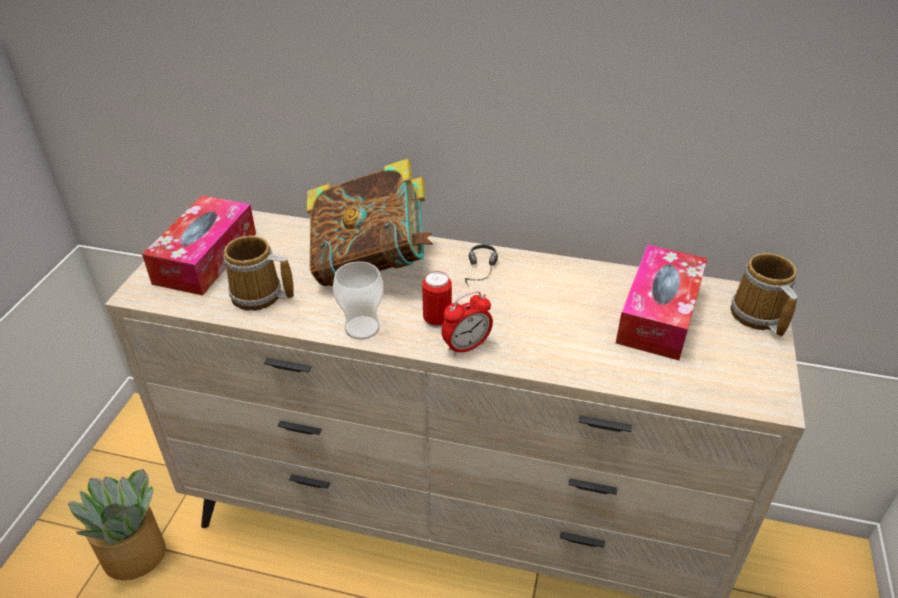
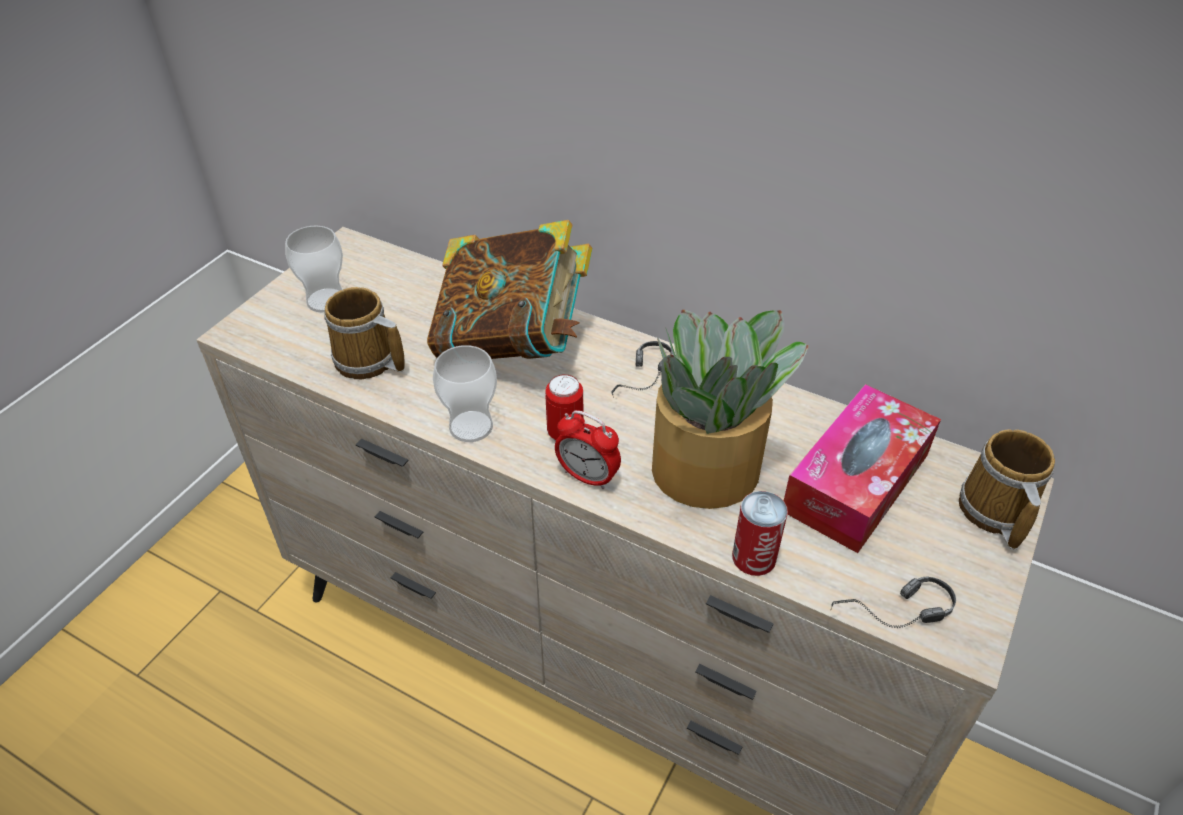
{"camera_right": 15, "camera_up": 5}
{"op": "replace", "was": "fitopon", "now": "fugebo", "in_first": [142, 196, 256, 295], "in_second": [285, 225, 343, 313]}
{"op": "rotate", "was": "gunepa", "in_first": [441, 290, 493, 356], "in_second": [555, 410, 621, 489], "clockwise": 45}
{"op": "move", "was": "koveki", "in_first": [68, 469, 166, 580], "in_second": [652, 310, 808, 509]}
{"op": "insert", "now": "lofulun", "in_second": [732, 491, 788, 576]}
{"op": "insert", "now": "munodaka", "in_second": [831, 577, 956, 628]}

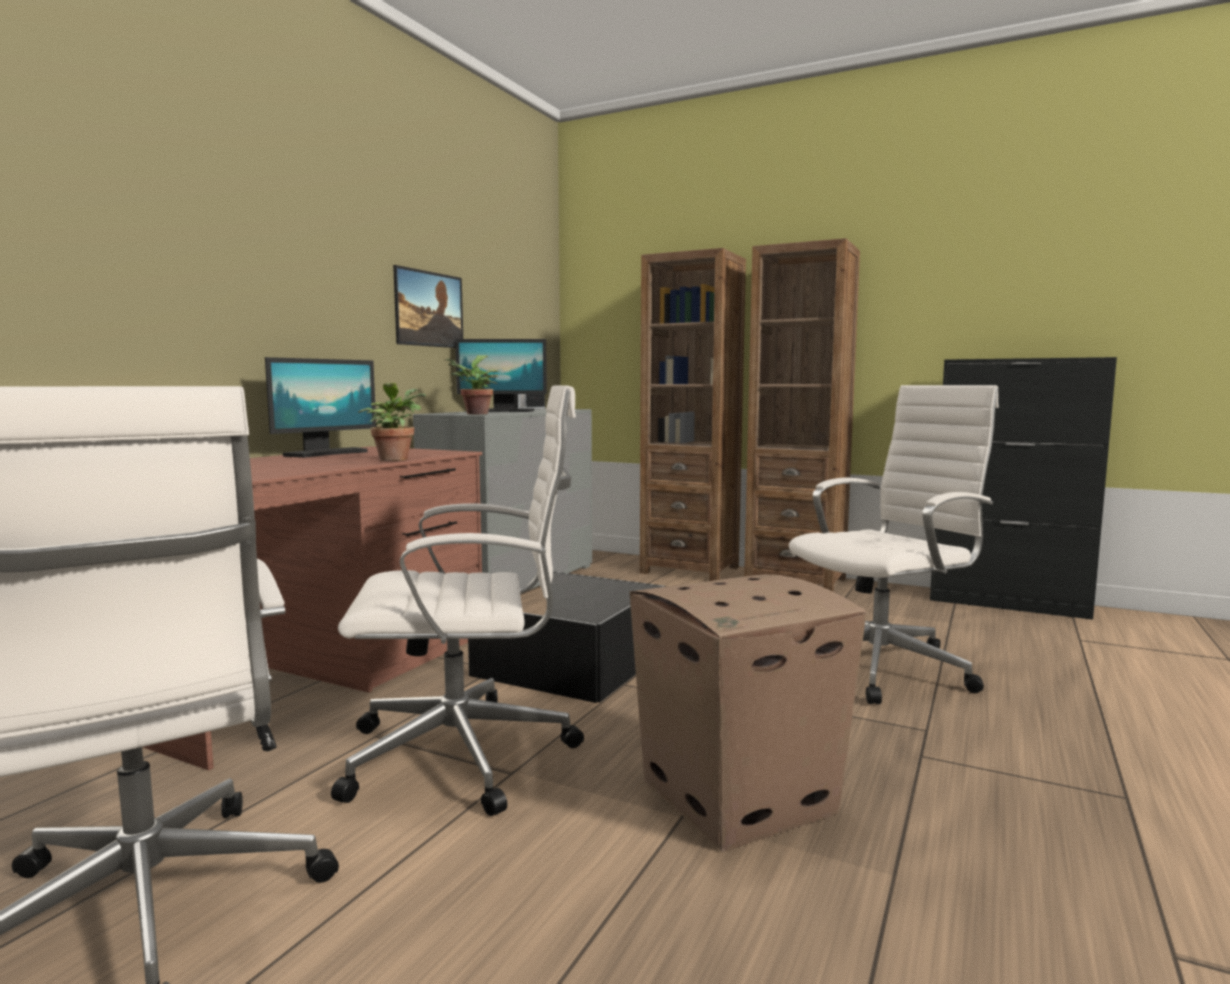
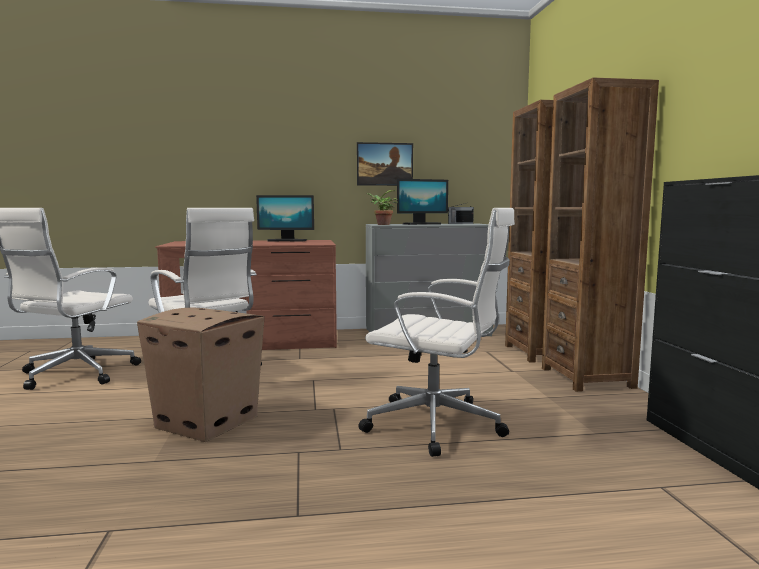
{"camera_right": 55, "camera_up": 0}
{"op": "rotate", "was": "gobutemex", "in_first": [455, 339, 547, 412], "in_second": [397, 179, 448, 225], "clockwise": -75}
{"op": "delete", "was": "koveki", "in_first": [358, 383, 426, 461]}
{"op": "delete", "was": "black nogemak", "in_first": [468, 571, 666, 703]}

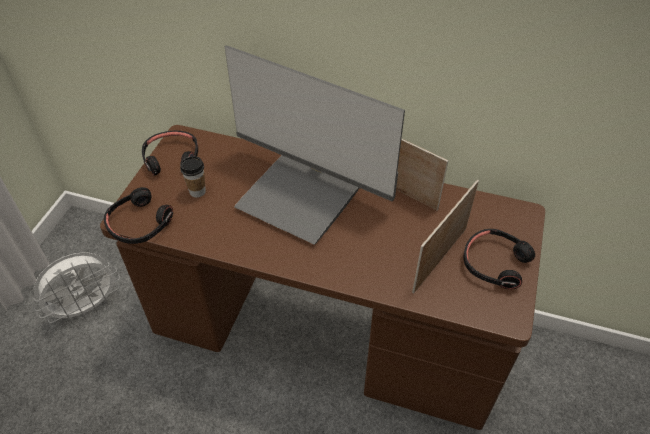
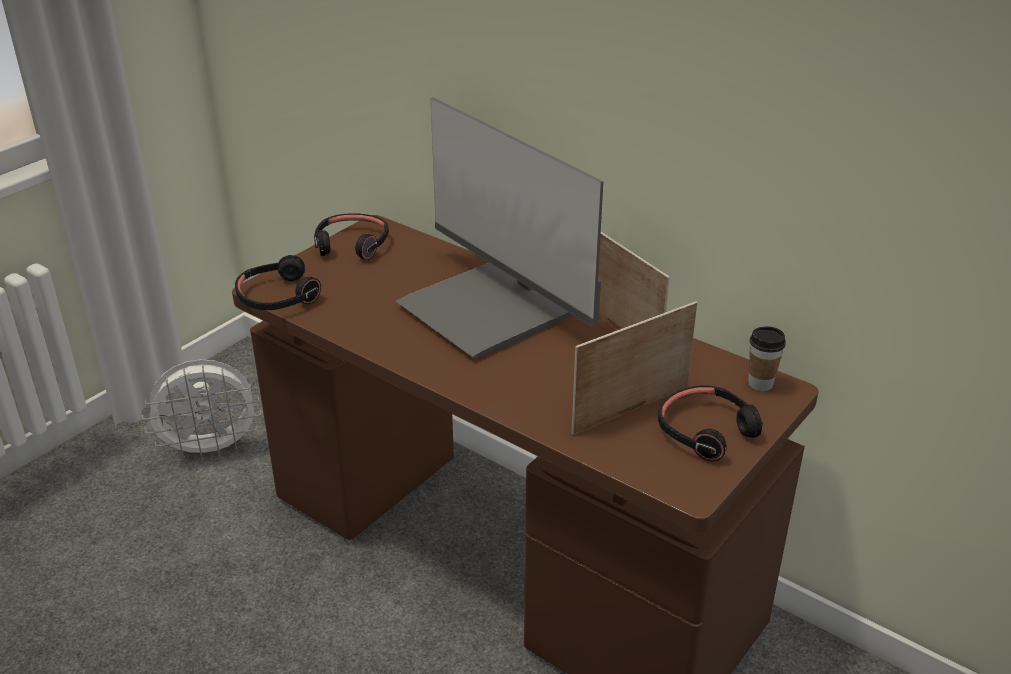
{"camera_right": 20, "camera_up": -15}
{"op": "move", "was": "fugebo", "in_first": [180, 156, 206, 198], "in_second": [748, 326, 786, 391]}

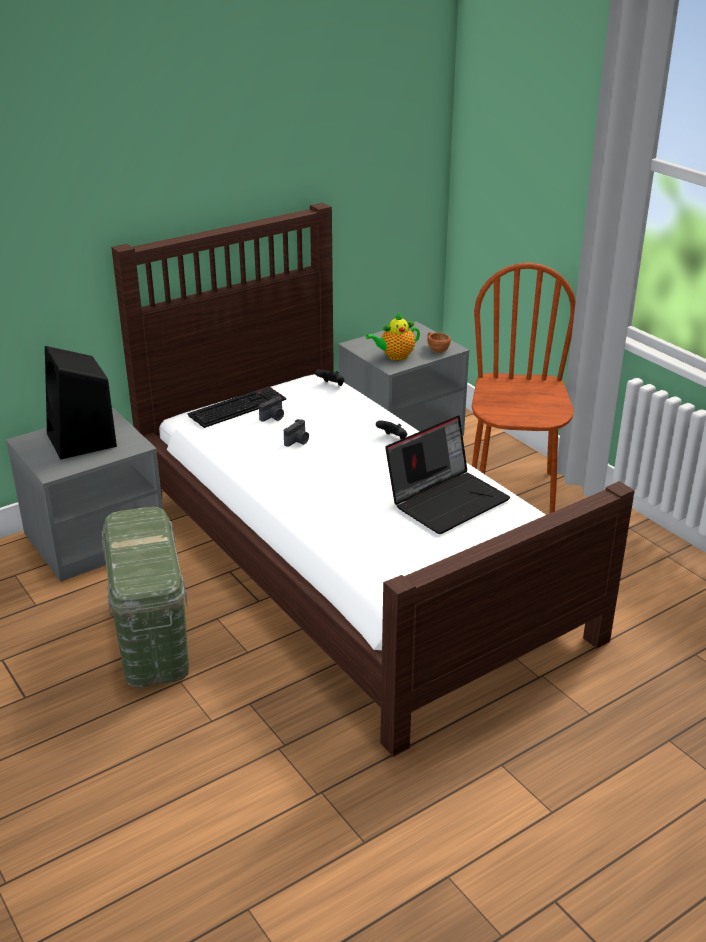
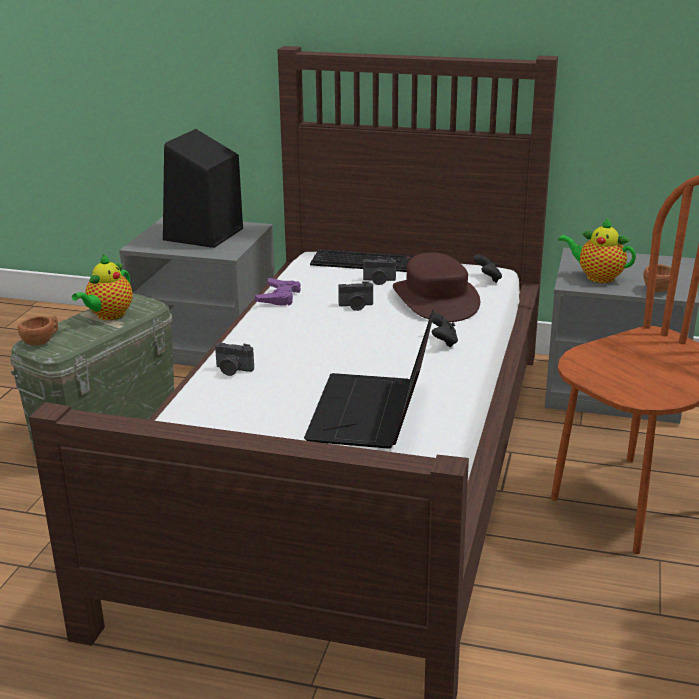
{"camera_right": 50, "camera_up": -5}
{"op": "insert", "now": "brown fugebo", "in_second": [18, 315, 58, 346]}
{"op": "insert", "now": "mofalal", "in_second": [72, 254, 133, 320]}
{"op": "insert", "now": "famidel", "in_second": [215, 342, 254, 376]}
{"op": "insert", "now": "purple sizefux", "in_second": [255, 278, 301, 306]}
{"op": "rotate", "was": "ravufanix", "in_first": [385, 415, 510, 534], "in_second": [304, 309, 435, 449], "clockwise": 90}
{"op": "insert", "now": "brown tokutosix", "in_second": [393, 252, 480, 322]}

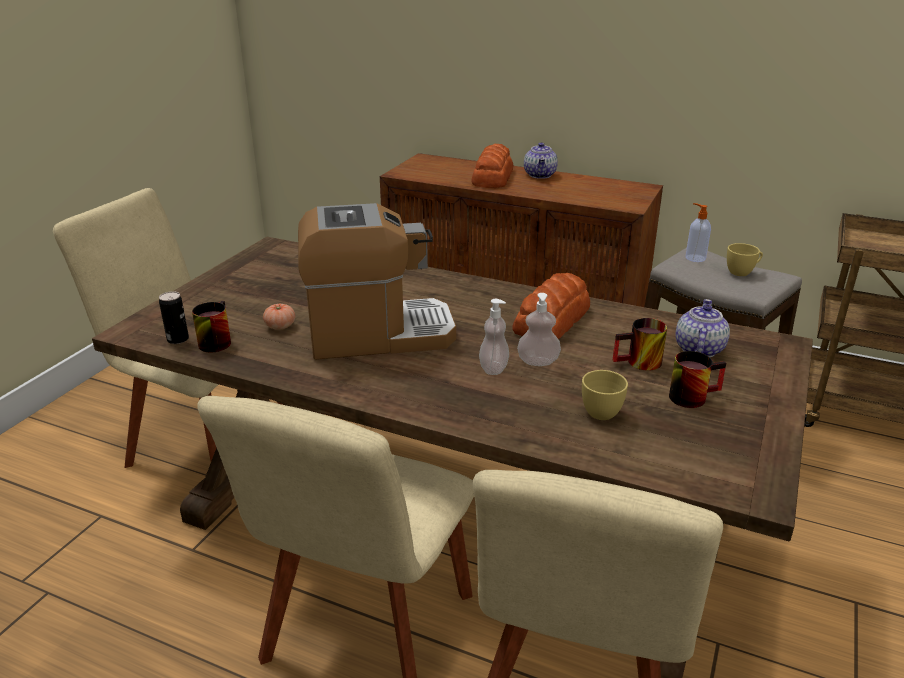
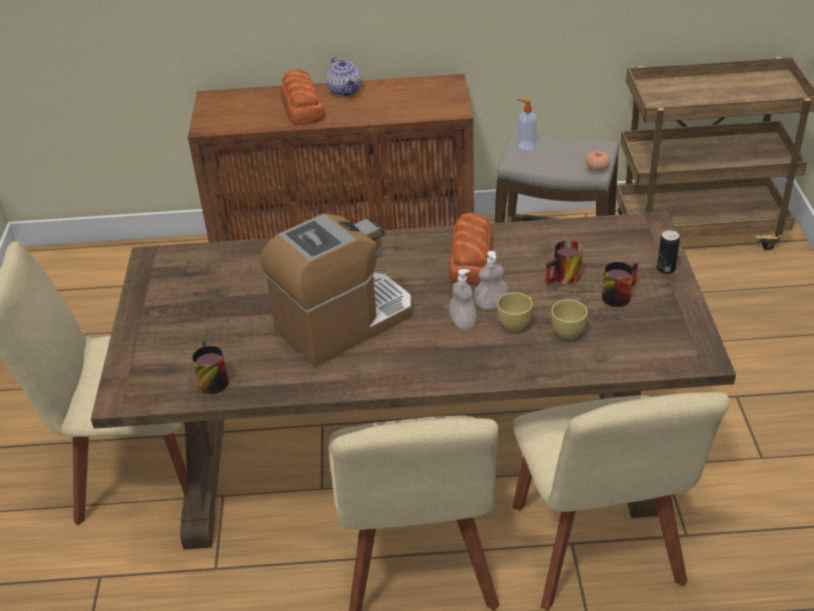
{"camera_right": -25, "camera_up": 10}
{"op": "move", "was": "yellow fugebo", "in_first": [727, 243, 763, 276], "in_second": [497, 292, 533, 332]}
{"op": "move", "was": "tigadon", "in_first": [263, 304, 295, 330], "in_second": [586, 151, 610, 171]}
{"op": "move", "was": "lofulun", "in_first": [159, 291, 189, 344], "in_second": [657, 230, 680, 274]}
{"op": "delete", "was": "mofalal", "in_first": [675, 299, 730, 357]}

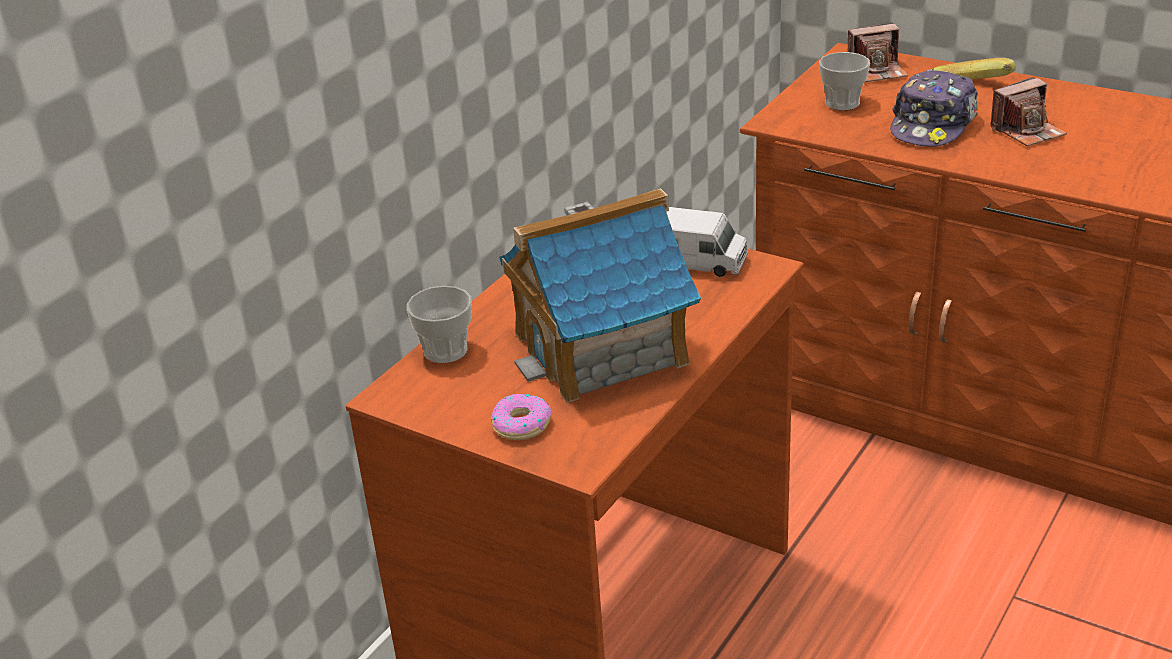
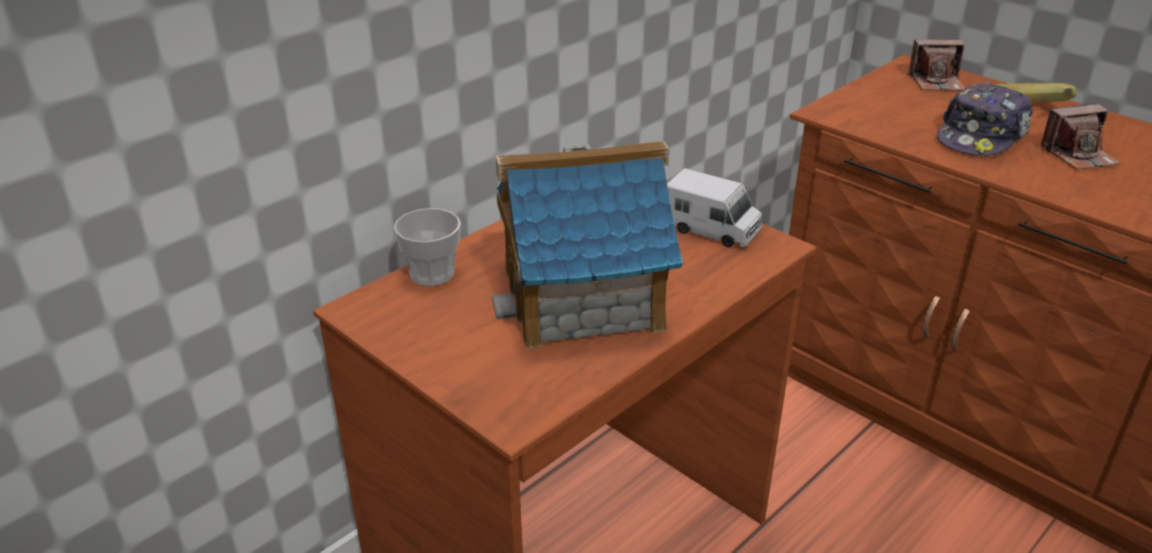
{"camera_right": 10, "camera_up": 0}
{"op": "delete", "was": "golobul", "in_first": [491, 394, 551, 440]}
{"op": "delete", "was": "fugebo", "in_first": [819, 52, 870, 110]}

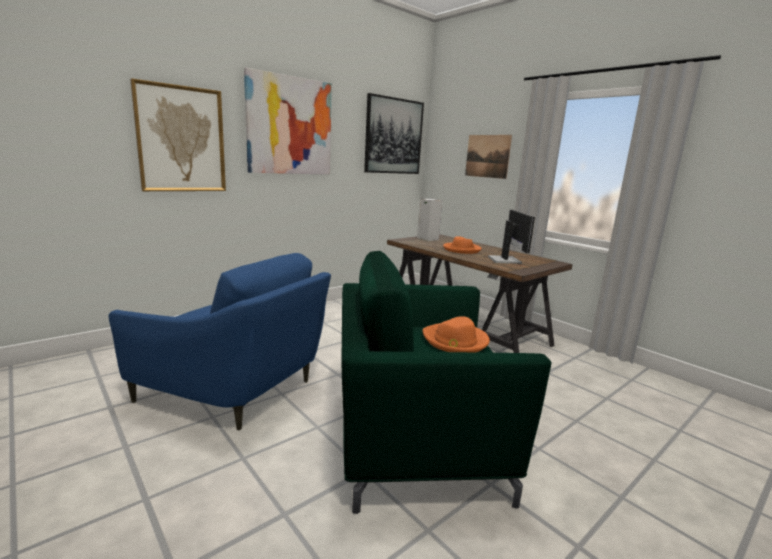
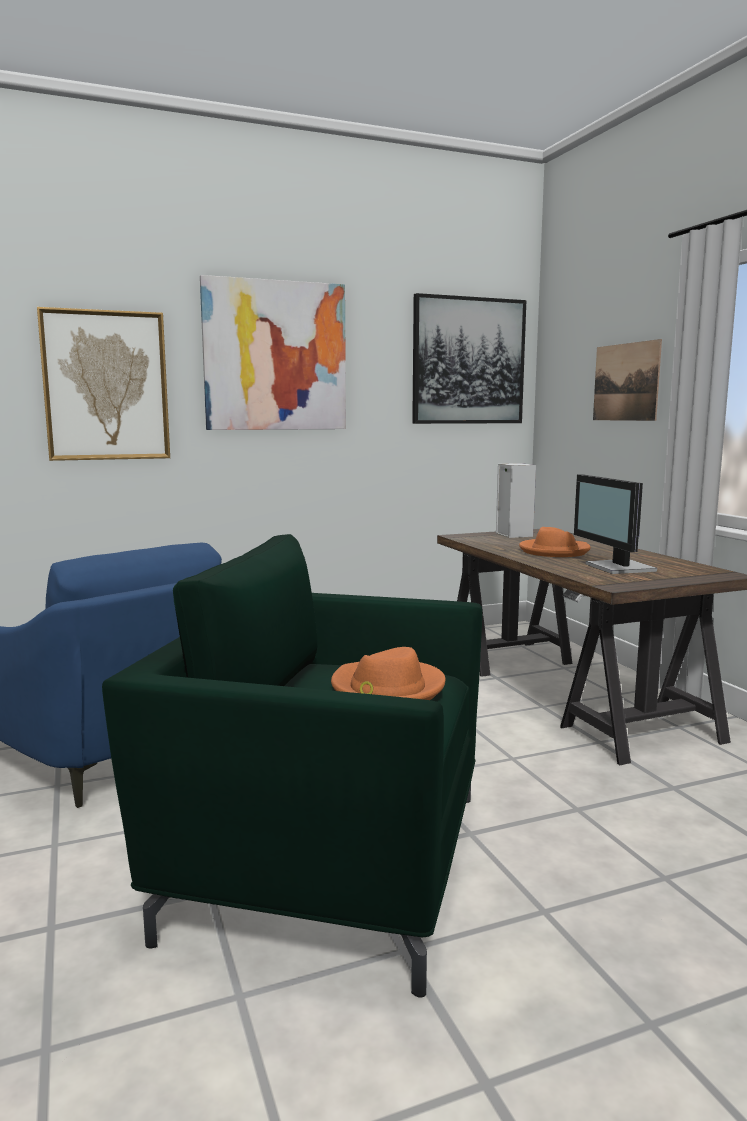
{"camera_right": 20, "camera_up": -5}
{"op": "rotate", "was": "gobutemex", "in_first": [488, 210, 535, 264], "in_second": [574, 474, 657, 574], "clockwise": 150}

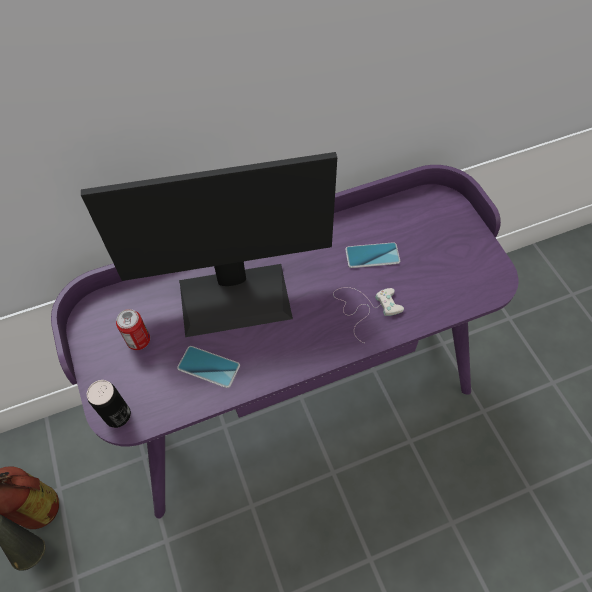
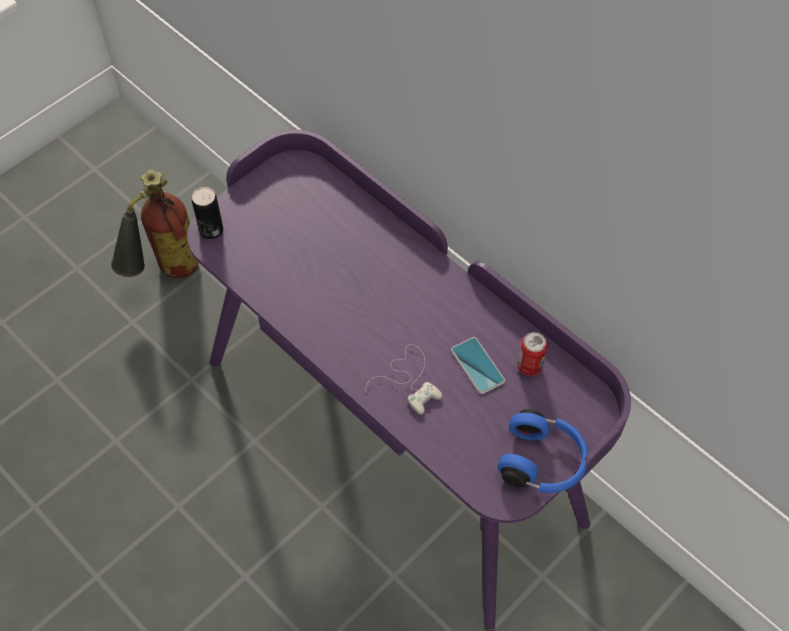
{"camera_right": 65, "camera_up": 0}
{"op": "insert", "now": "blue munodaka", "in_second": [498, 409, 589, 493]}
{"op": "move", "was": "lofulun", "in_first": [116, 309, 150, 350], "in_second": [517, 332, 548, 376]}
{"op": "delete", "was": "gobutemex", "in_first": [81, 152, 337, 337]}
{"op": "delete", "was": "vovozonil", "in_first": [177, 346, 240, 388]}

